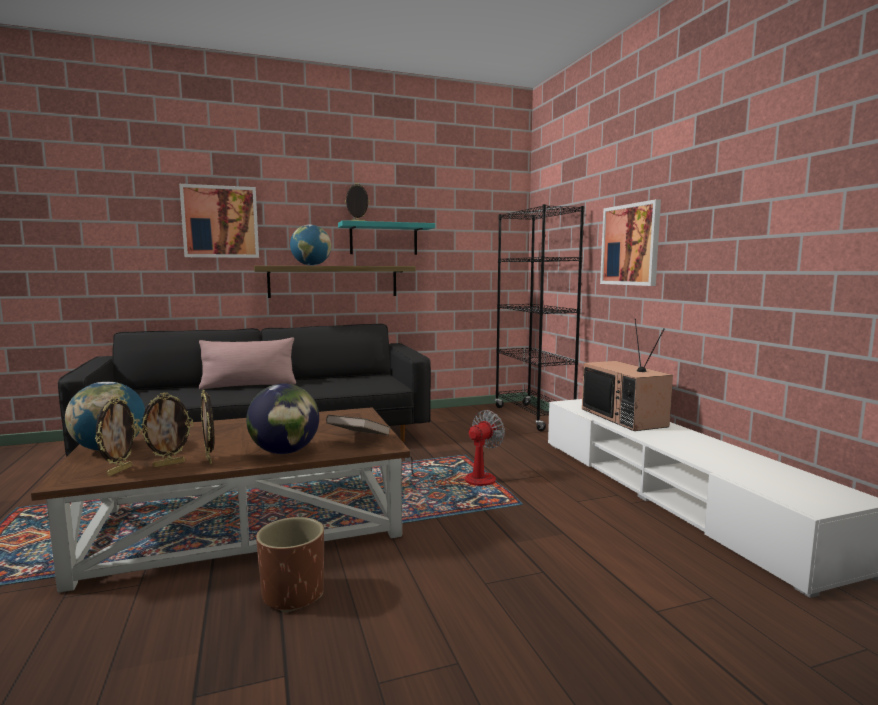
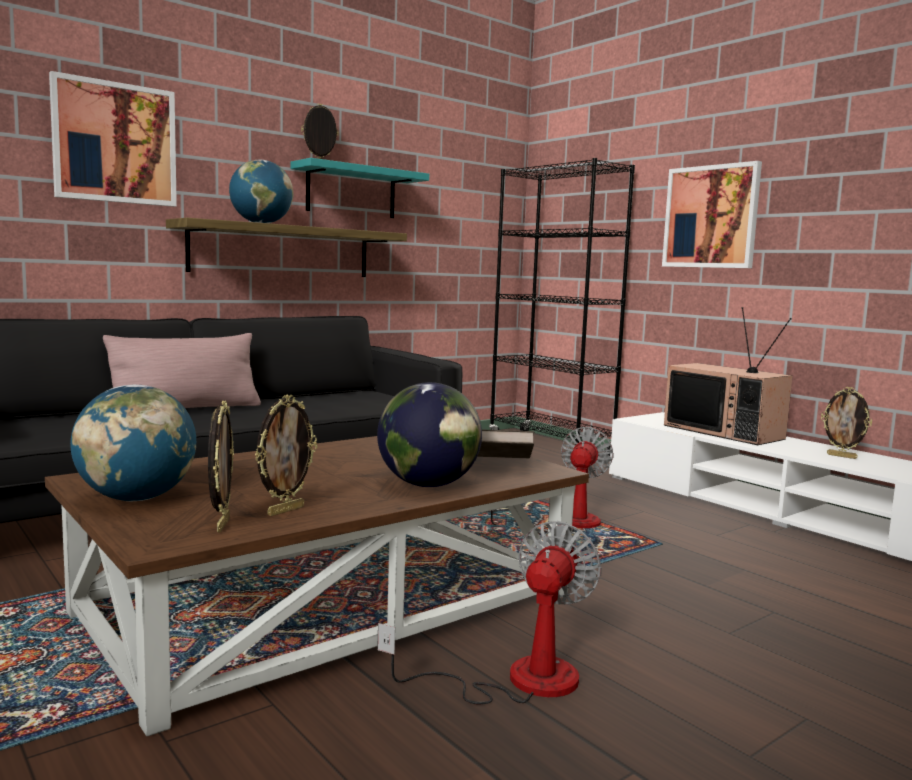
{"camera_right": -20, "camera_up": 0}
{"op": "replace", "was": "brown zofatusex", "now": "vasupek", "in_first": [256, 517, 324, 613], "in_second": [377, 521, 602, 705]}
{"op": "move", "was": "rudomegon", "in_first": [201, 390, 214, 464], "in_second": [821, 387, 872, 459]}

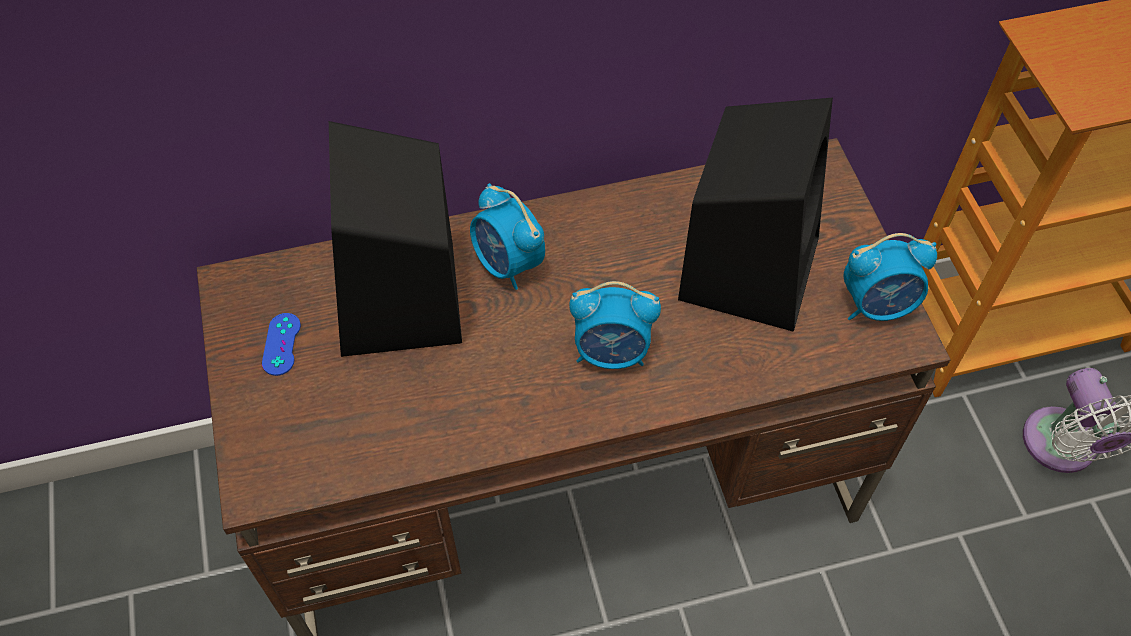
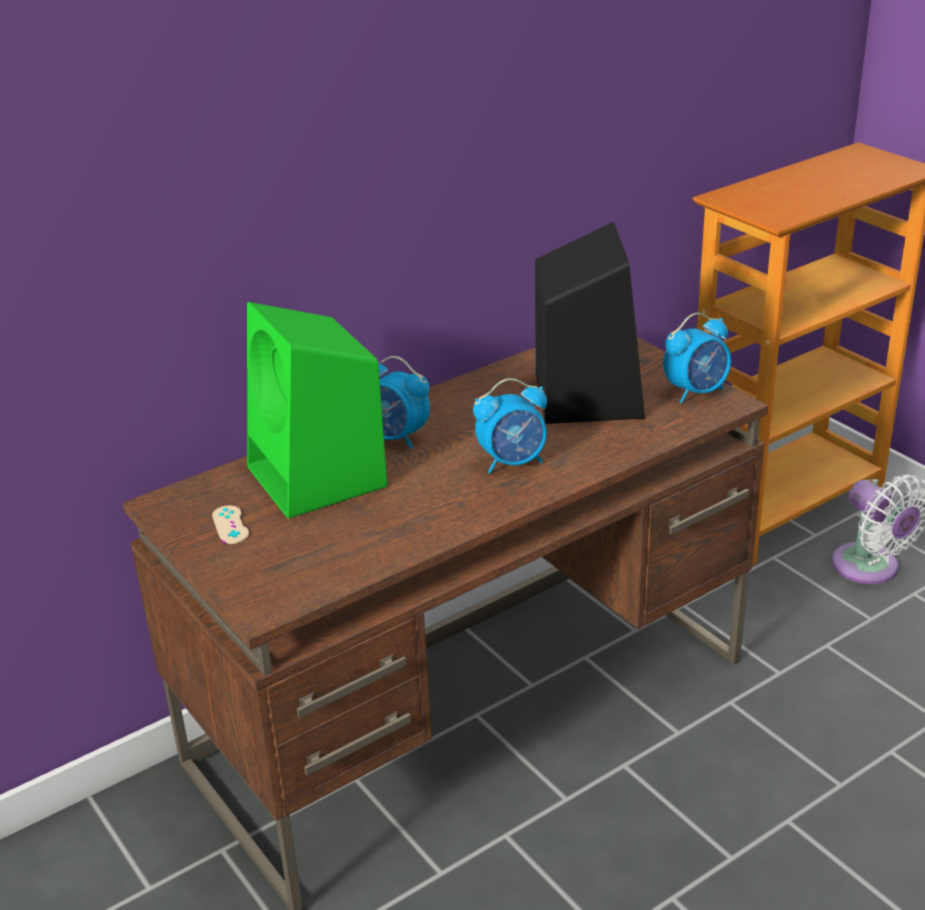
{"camera_right": -20, "camera_up": -25}
{"op": "recolor", "was": "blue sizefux", "now": "beige sizefux", "in_first": [262, 313, 301, 376], "in_second": [212, 506, 249, 544]}
{"op": "recolor", "was": "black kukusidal", "now": "green kukusidal", "in_first": [329, 121, 462, 357], "in_second": [247, 302, 387, 519]}

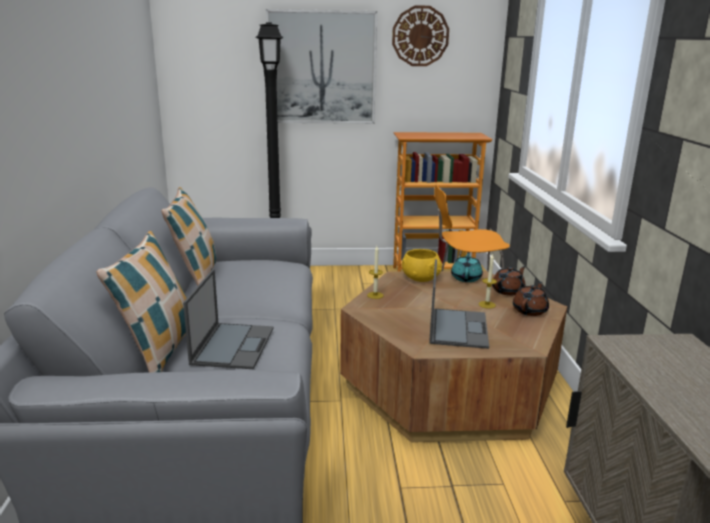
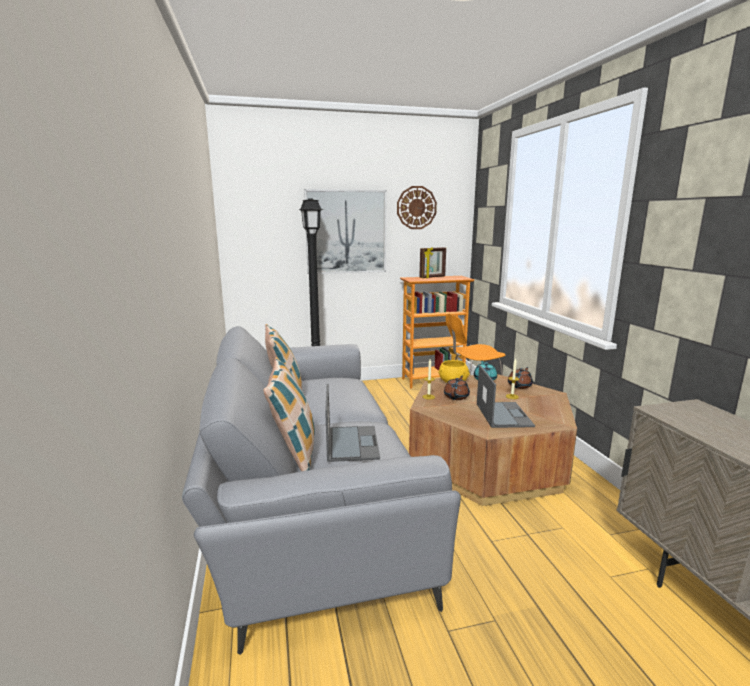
{"camera_right": -10, "camera_up": -5}
{"op": "insert", "now": "rudomegon", "in_second": [419, 247, 446, 278]}
{"op": "move", "was": "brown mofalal", "in_first": [513, 282, 549, 316], "in_second": [444, 376, 470, 400]}

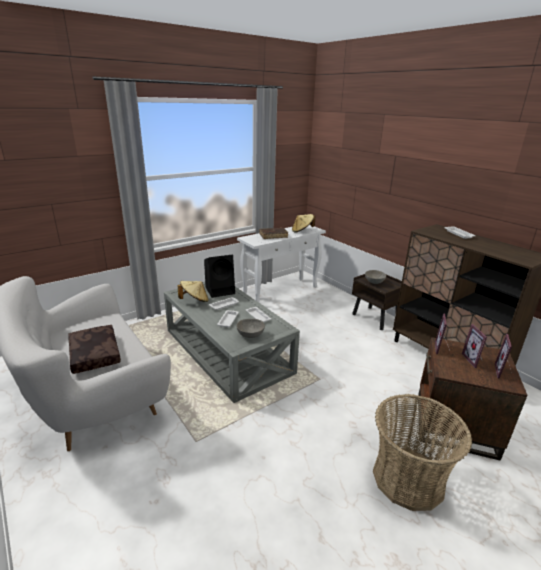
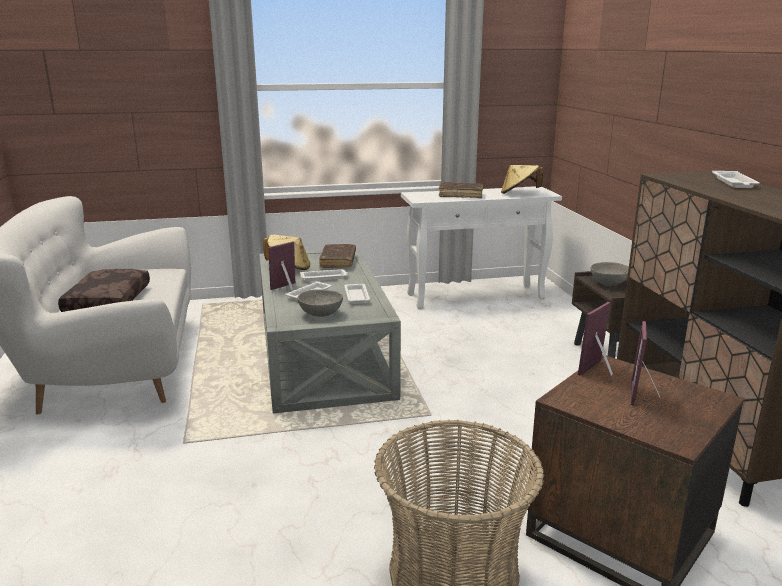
{"camera_right": 25, "camera_up": -5}
{"op": "move", "was": "rudomegon", "in_first": [495, 334, 512, 379], "in_second": [268, 242, 295, 290]}
{"op": "replace", "was": "black kukusidal", "now": "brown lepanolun", "in_first": [204, 255, 235, 298], "in_second": [319, 244, 356, 268]}

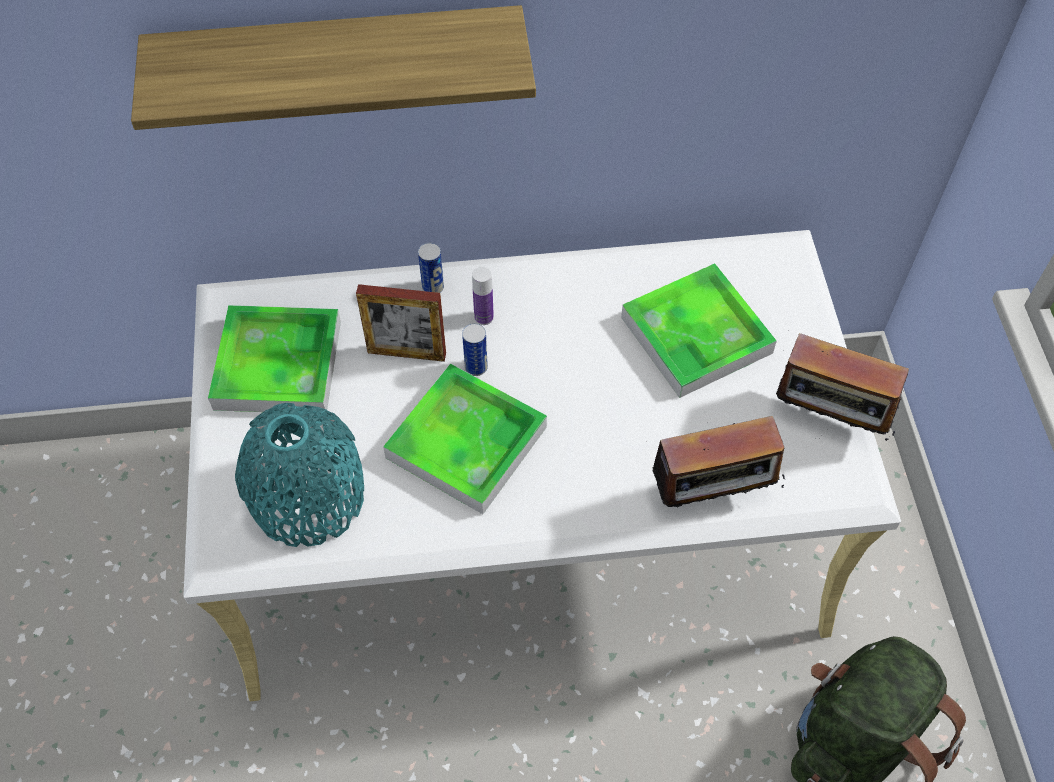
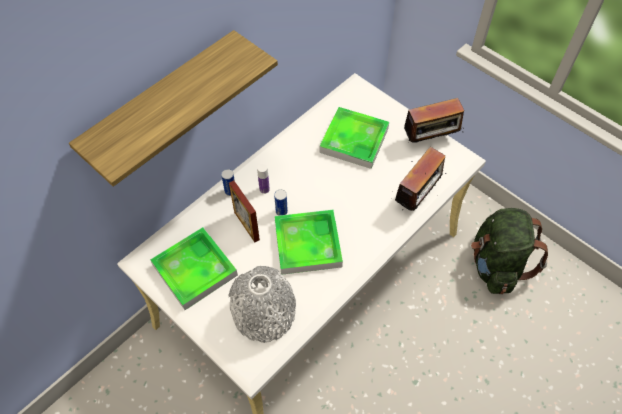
{"camera_right": -40, "camera_up": 0}
{"op": "recolor", "was": "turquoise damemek", "now": "grey damemek", "in_first": [235, 403, 364, 547], "in_second": [228, 266, 296, 343]}
{"op": "rotate", "was": "rudomegon", "in_first": [356, 284, 446, 362], "in_second": [229, 180, 260, 242], "clockwise": 90}

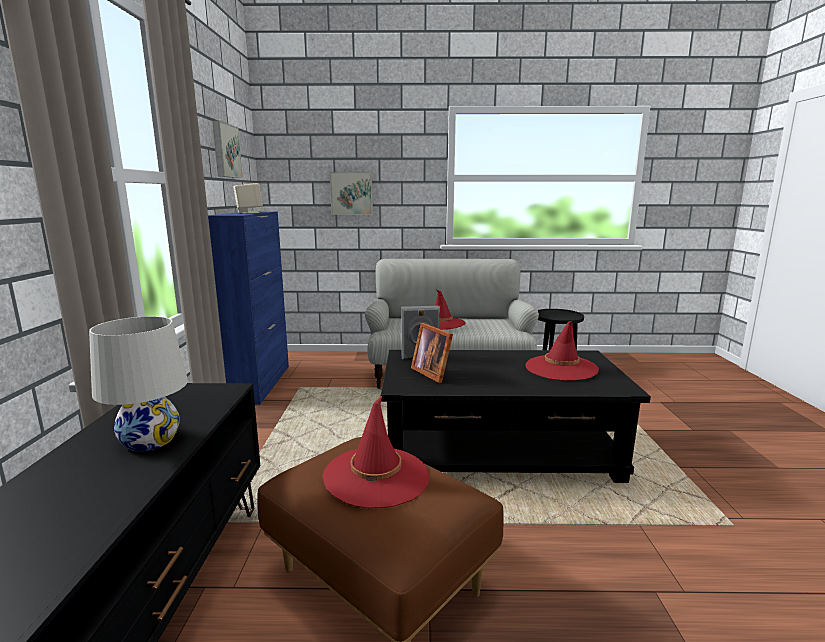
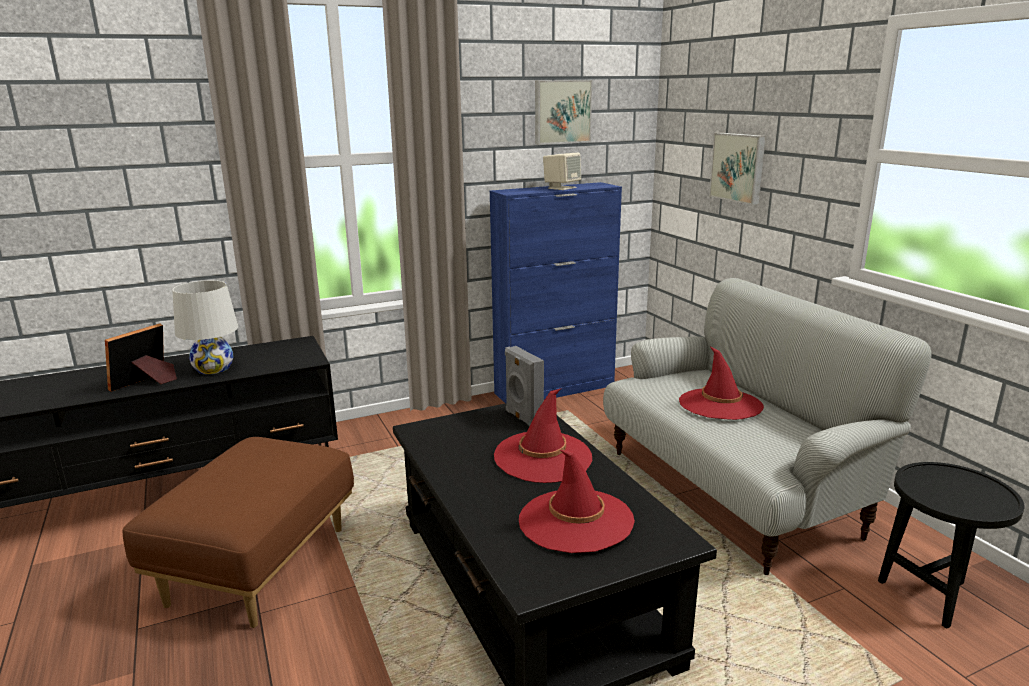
{"camera_right": 65, "camera_up": 5}
{"op": "move", "was": "rudomegon", "in_first": [411, 323, 453, 383], "in_second": [105, 323, 177, 392]}
{"op": "move", "was": "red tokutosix", "in_first": [322, 396, 430, 508], "in_second": [494, 388, 592, 483]}

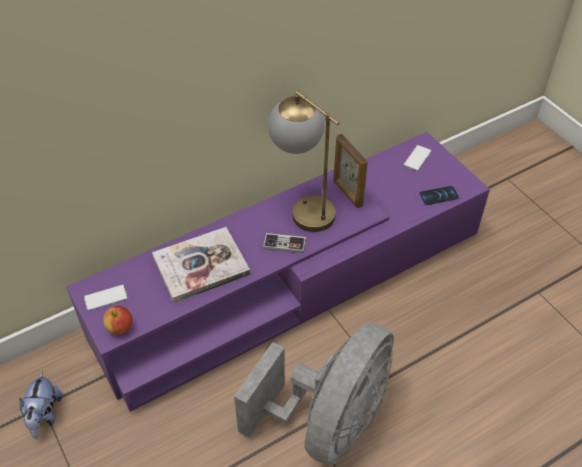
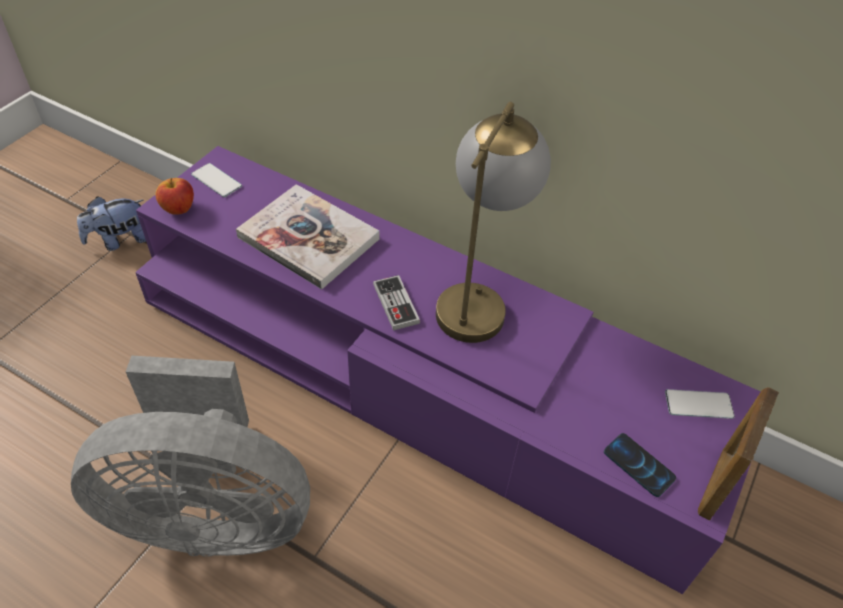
{"camera_right": 60, "camera_up": 0}
{"op": "move", "was": "rudomegon", "in_first": [333, 134, 368, 208], "in_second": [698, 387, 779, 520]}

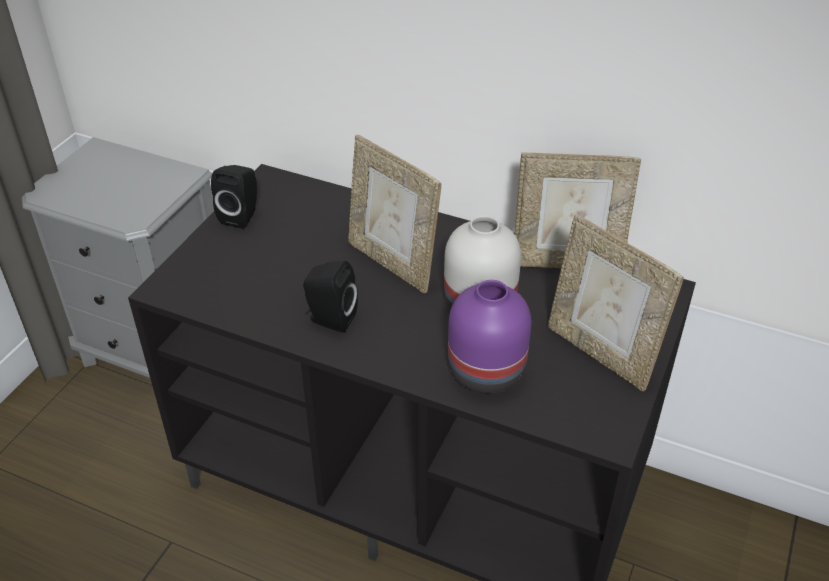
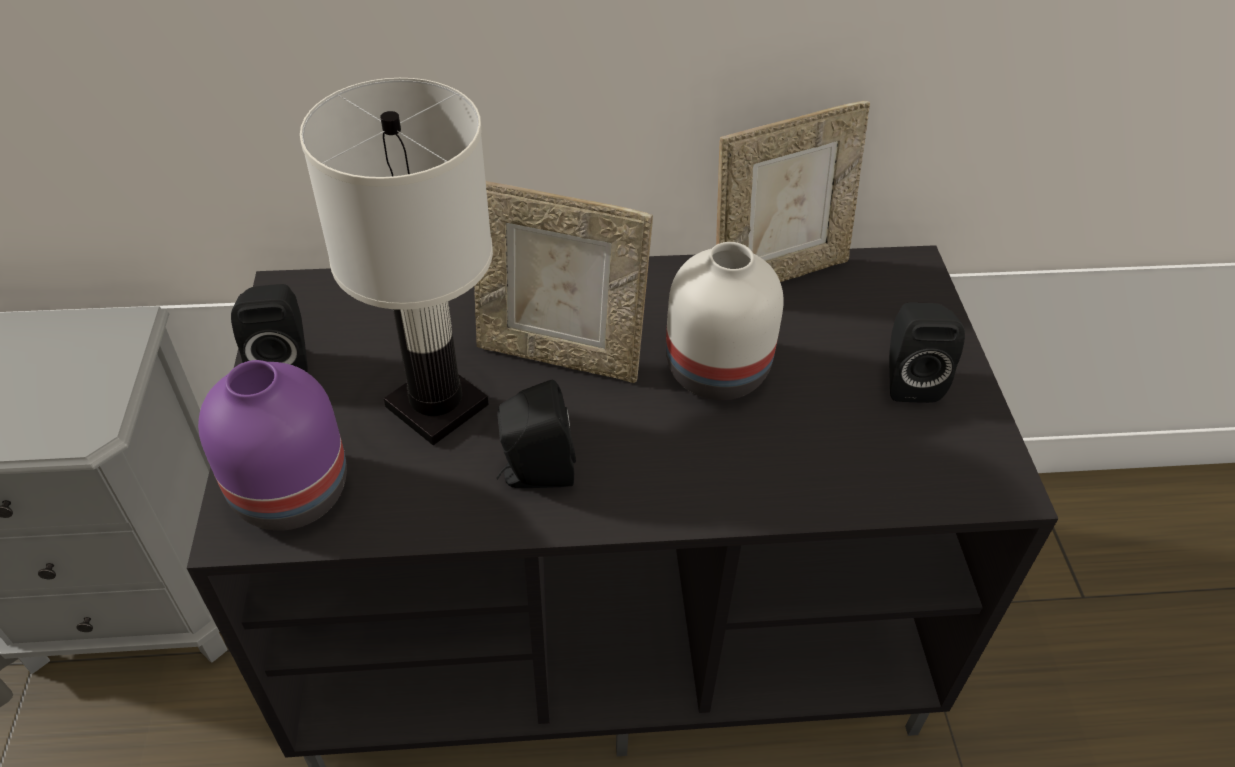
{"camera_right": -30, "camera_up": 5}
{"op": "move", "was": "purple damemek", "in_first": [448, 280, 531, 394], "in_second": [198, 360, 347, 531]}
{"op": "insert", "now": "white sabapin", "in_second": [300, 78, 493, 445]}
{"op": "replace", "was": "rudomegon", "now": "black kukusidal", "in_first": [548, 214, 684, 391], "in_second": [889, 303, 965, 403]}

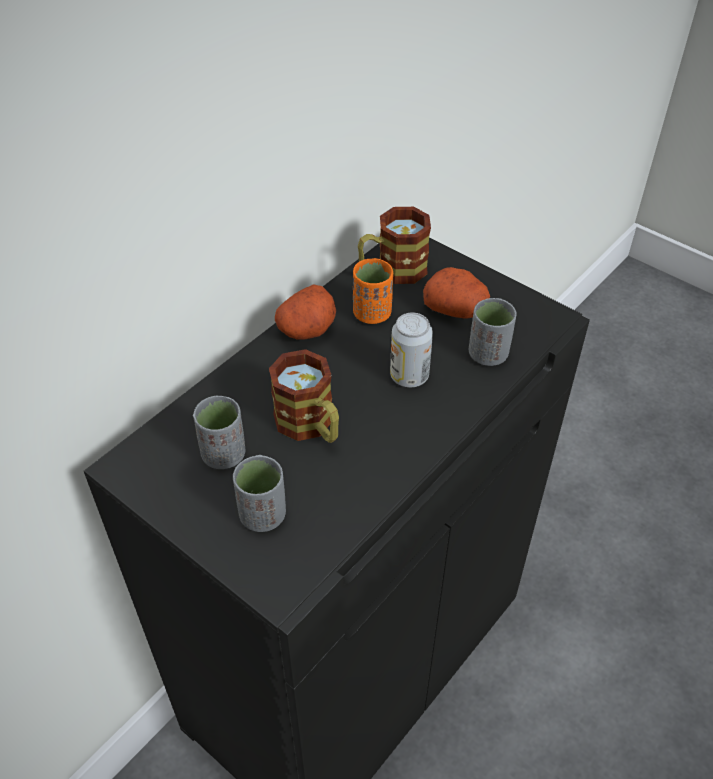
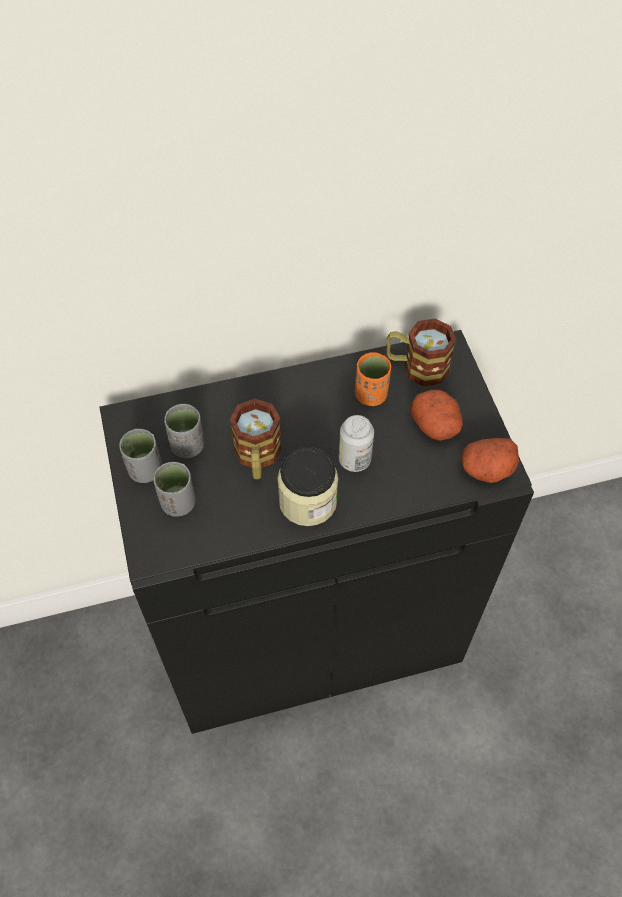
{"camera_right": 35, "camera_up": 10}
{"op": "move", "was": "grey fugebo", "in_first": [469, 298, 516, 366], "in_second": [119, 429, 162, 483]}
{"op": "insert", "now": "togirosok", "in_second": [277, 447, 338, 526]}
{"op": "move", "was": "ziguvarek", "in_first": [275, 284, 336, 340], "in_second": [461, 438, 519, 483]}

